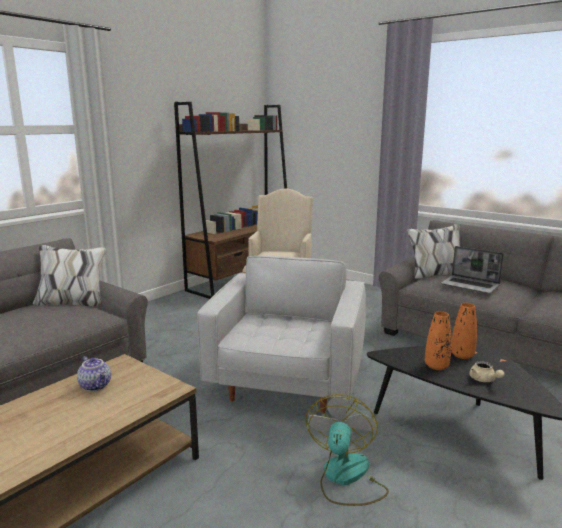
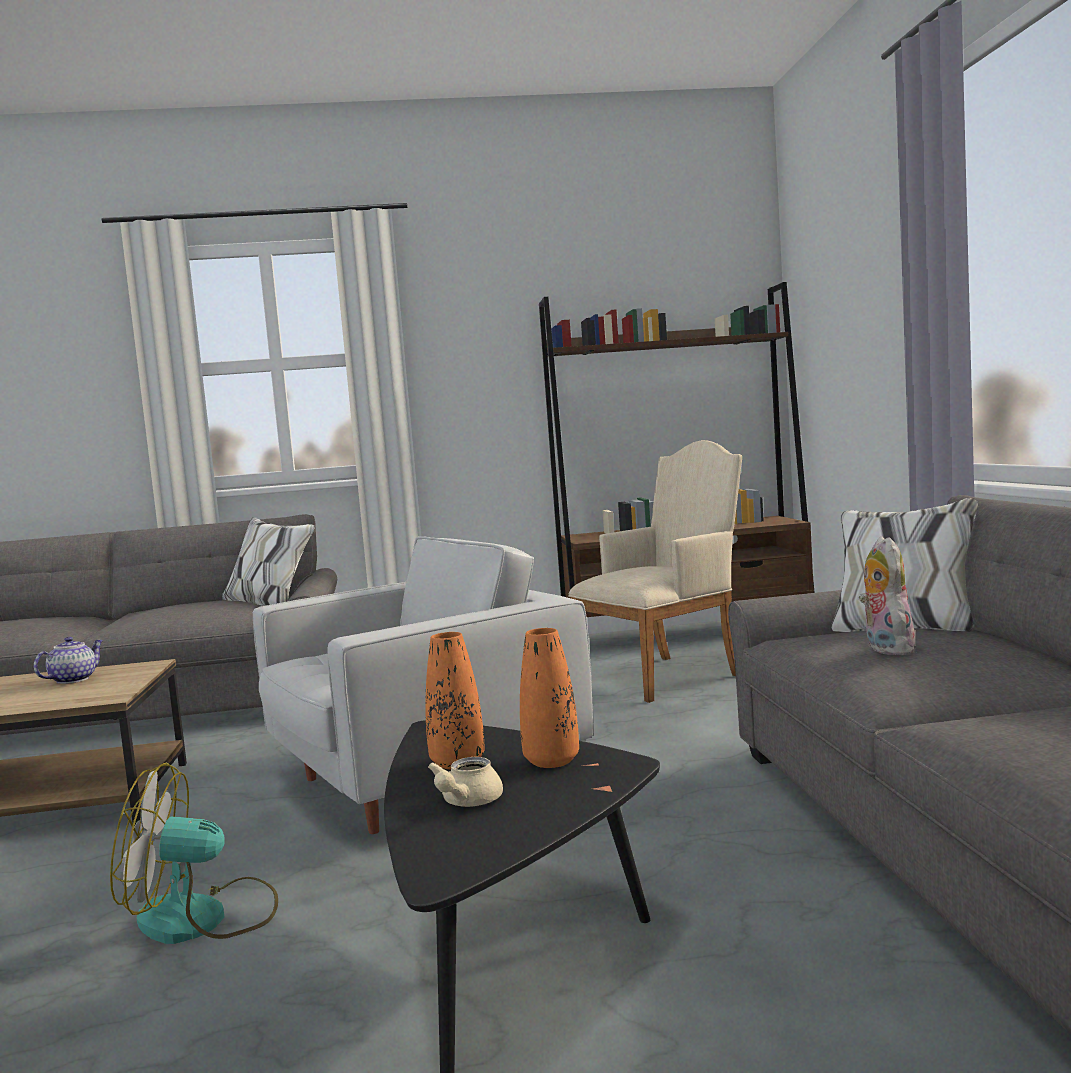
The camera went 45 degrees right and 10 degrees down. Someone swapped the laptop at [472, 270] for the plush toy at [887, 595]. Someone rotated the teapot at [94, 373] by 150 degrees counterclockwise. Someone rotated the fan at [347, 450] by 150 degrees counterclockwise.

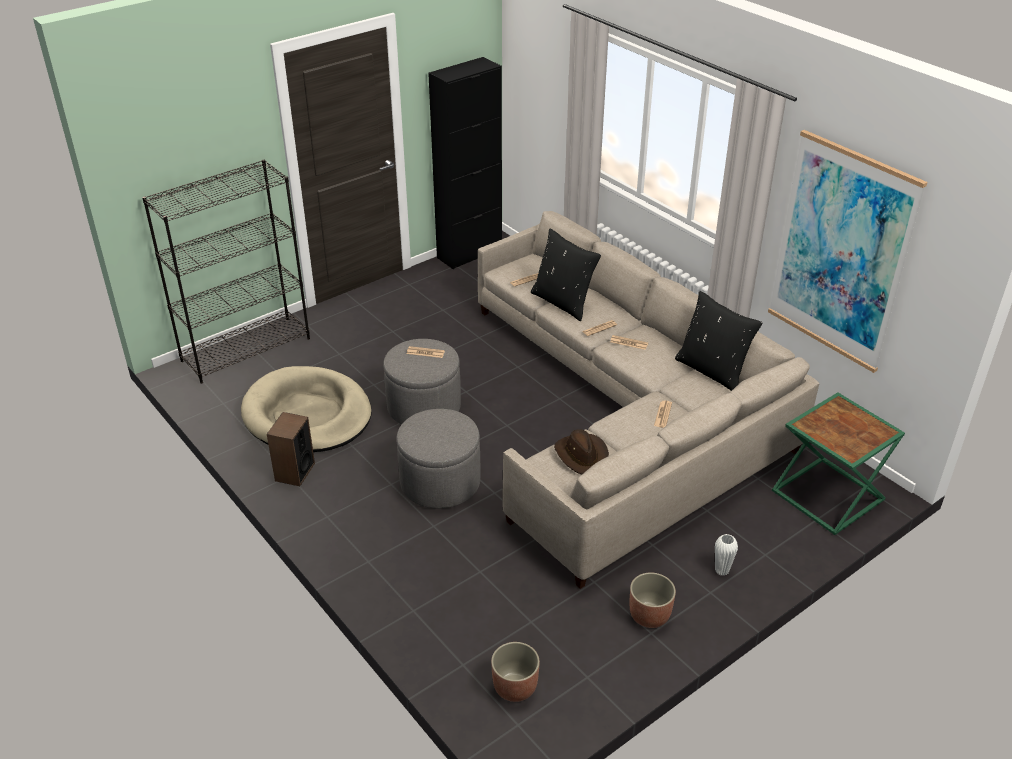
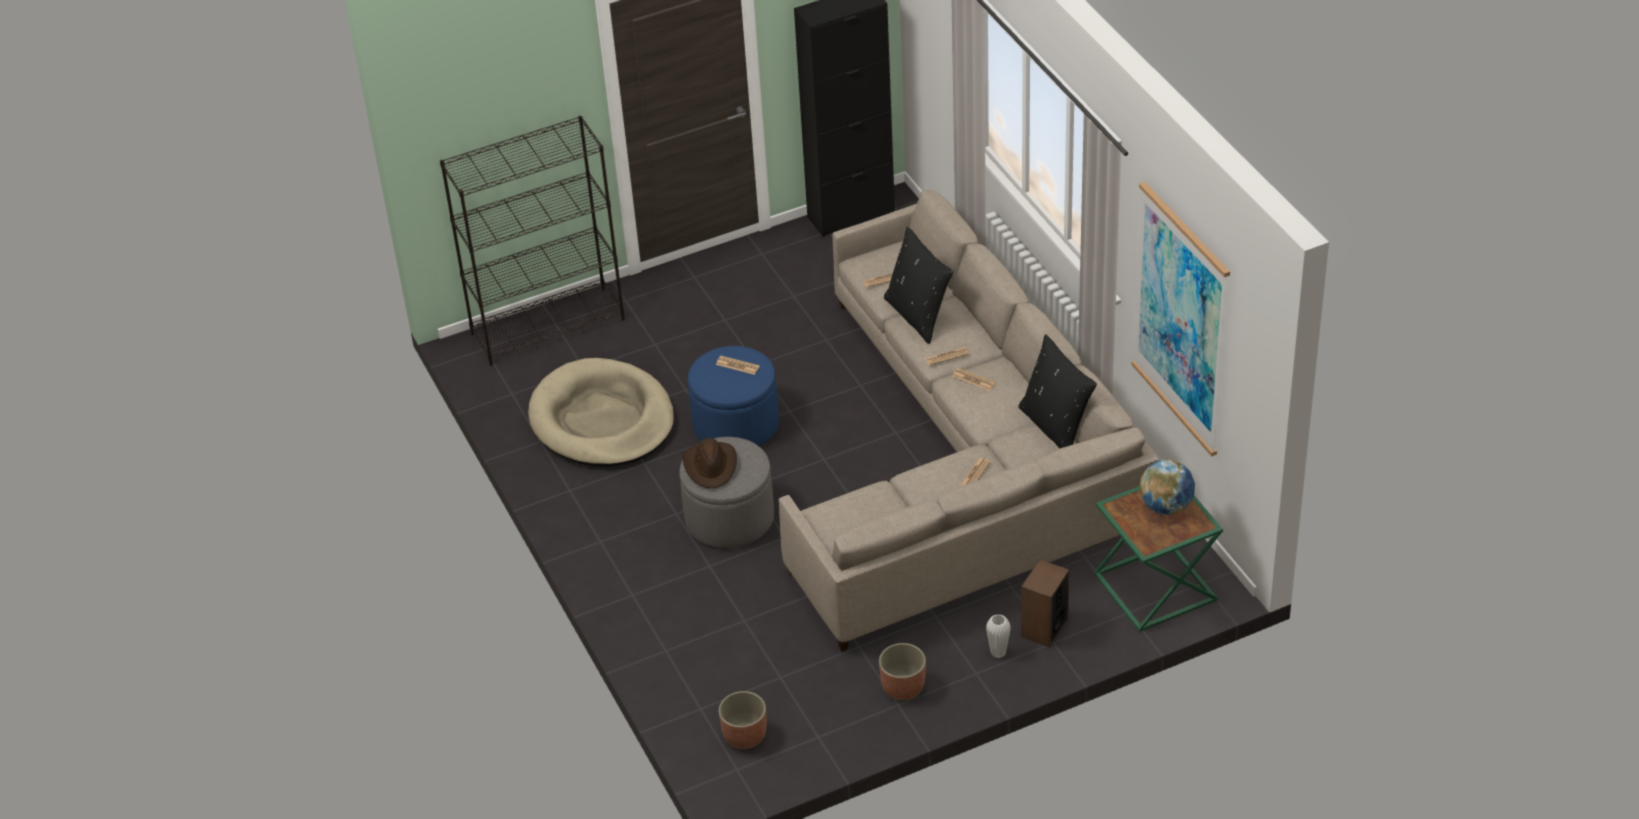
The camera went 15 degrees right and 5 degrees up. Someone put down the desk globe at [1167, 487]. Someone carried the loudspeaker from [291, 449] to [1045, 603]. Someone carried the clothing hat (brownish) from [581, 452] to [710, 463]. Someone repainted the footrest (gray) at [422, 381], which became the footrest (blue-coloured) at [733, 396].

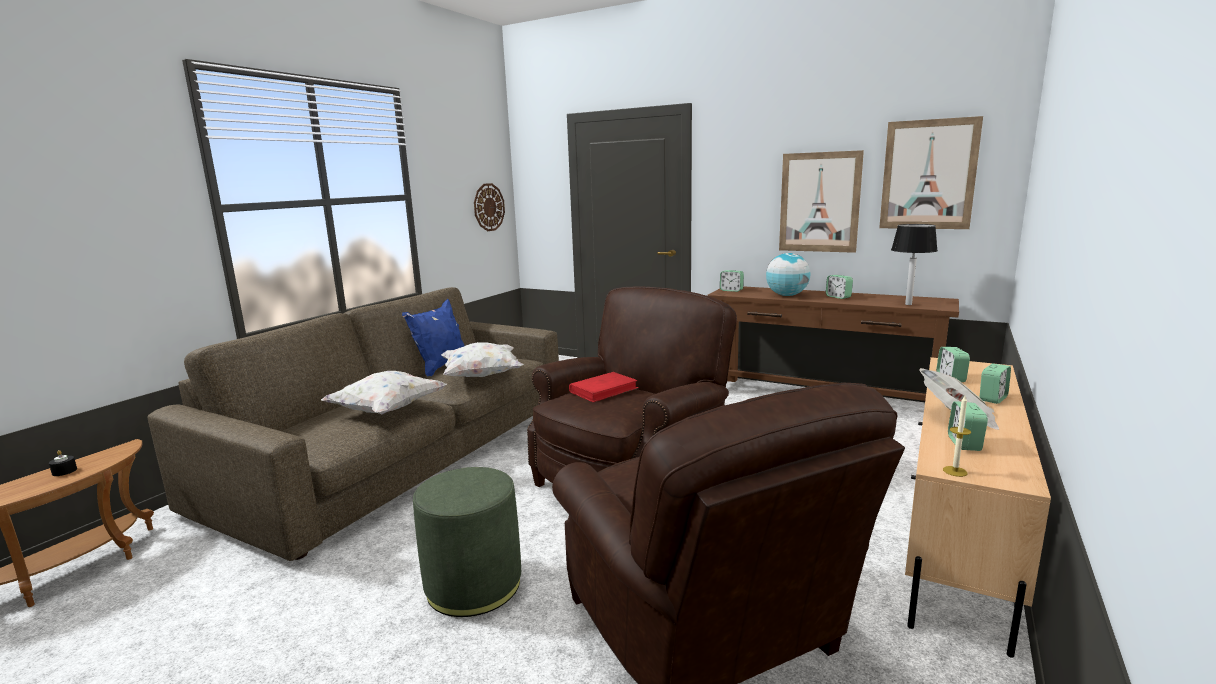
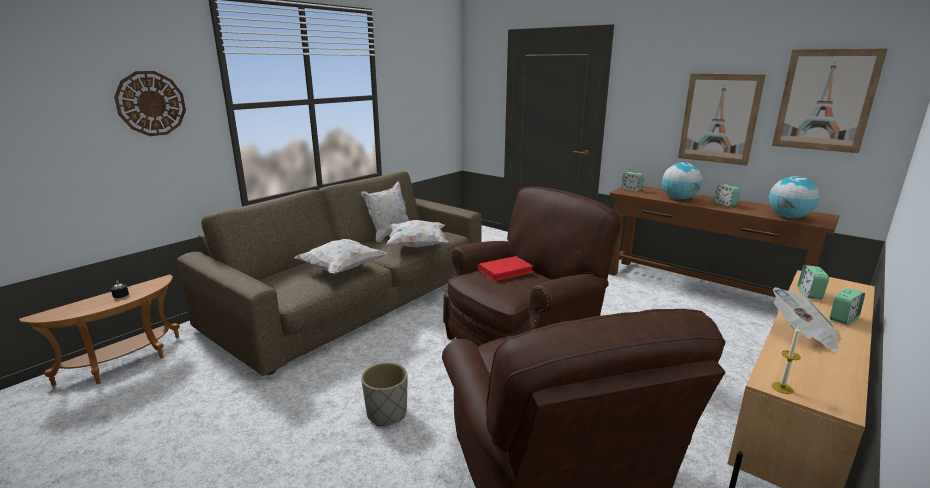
The camera went 10 degrees right and 5 degrees up. Someone took away the bedside clock at [968, 426]. Someone carried the clock on the wall from [489, 207] to [150, 103]. Someone swapped the footrest (green) at [467, 542] for the planter (gray) at [384, 394]. Someone swapped the lamp for a table at [914, 264] for the desk globe at [794, 197]. Someone repainted the throw pillow (blue-coloured) at [433, 338], which became the throw pillow (whitish) at [385, 211].

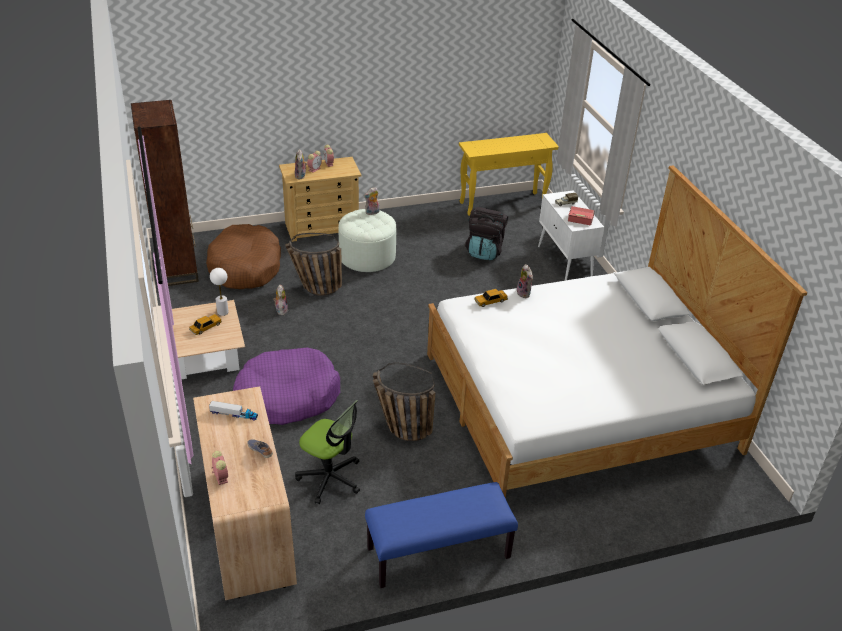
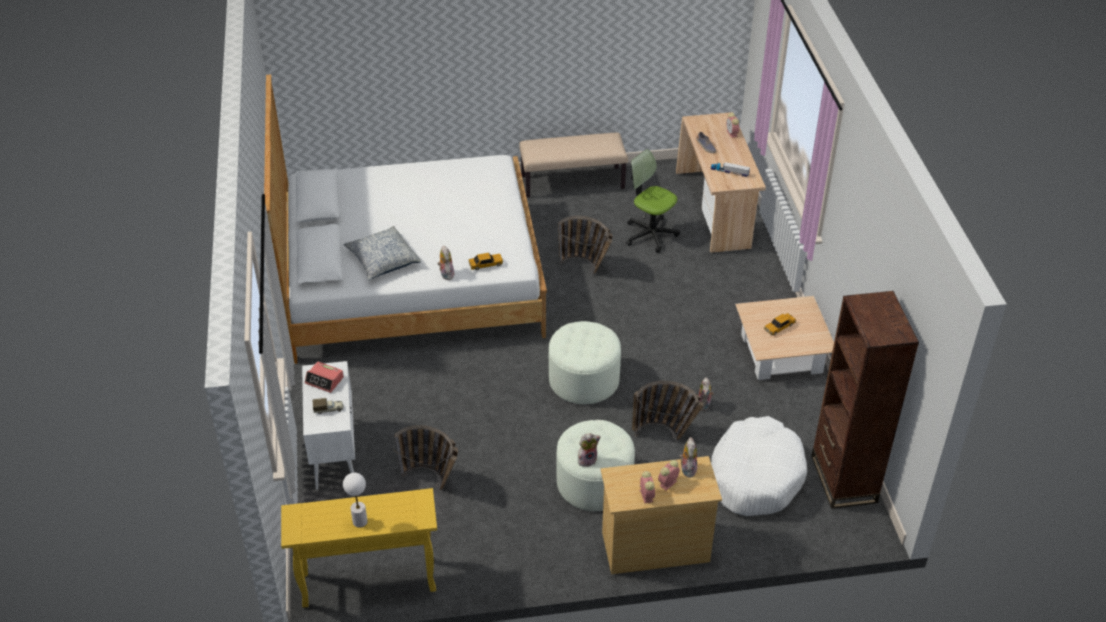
The camera went 170 degrees left and 5 degrees up. Someone took away the pet bed (purplish) at [286, 386]. Someone put down the throw pillow at [382, 253]. Someone put down the footrest (whitish) at [585, 362]. Someone carried the lamp for a table (whitish) from [219, 292] to [355, 500]. Someone swapped the knapsack (black) at [486, 233] for the storage basket at [425, 458]. Someone repainted the pet bed (brownish) at [243, 256], which became the pet bed (whitish) at [759, 466]. Someone repainted the long seat (blue-coloured) at [441, 535], which became the long seat (beige) at [573, 165].

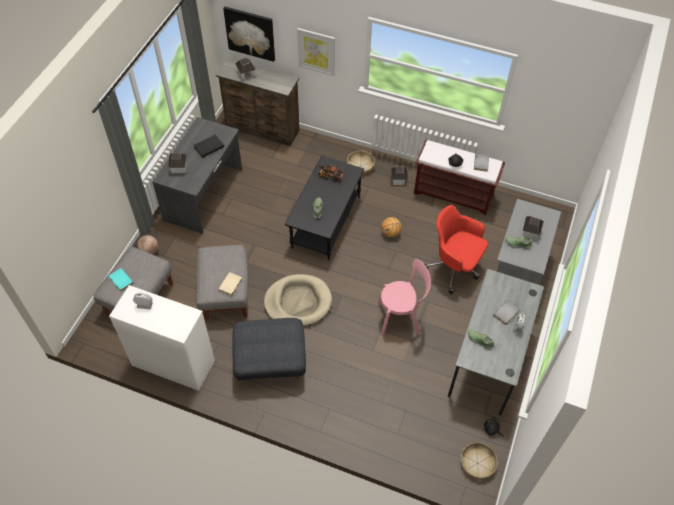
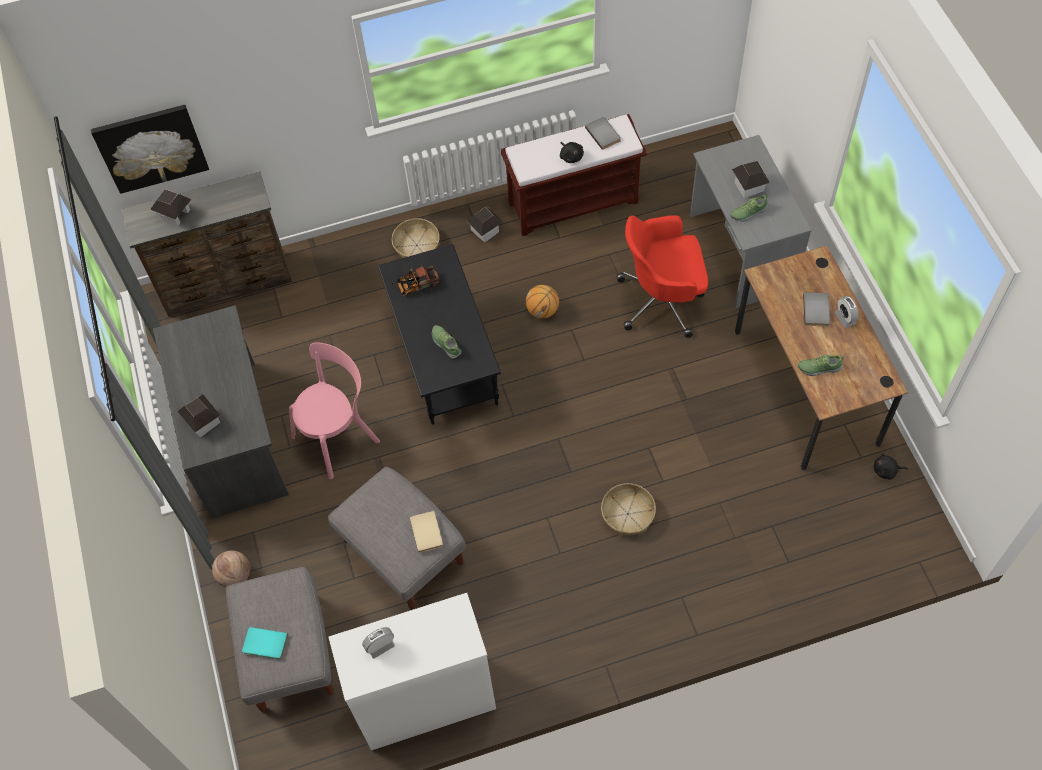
The camera went 35 degrees left and 5 degrees up. Someone took away the book (black) at [209, 146]. Someone took away the footrest (gray) at [269, 350]. Someone took away the pet bed (beige) at [298, 300]. Someone took away the wall picture at [316, 52]. Someone carried the plain chair (pink) from [404, 297] to [334, 411]. Someone carried the storage basket from [479, 461] to [628, 509]. Someone repainted the desk (gray) at [496, 342], which became the desk (brownish) at [821, 358].

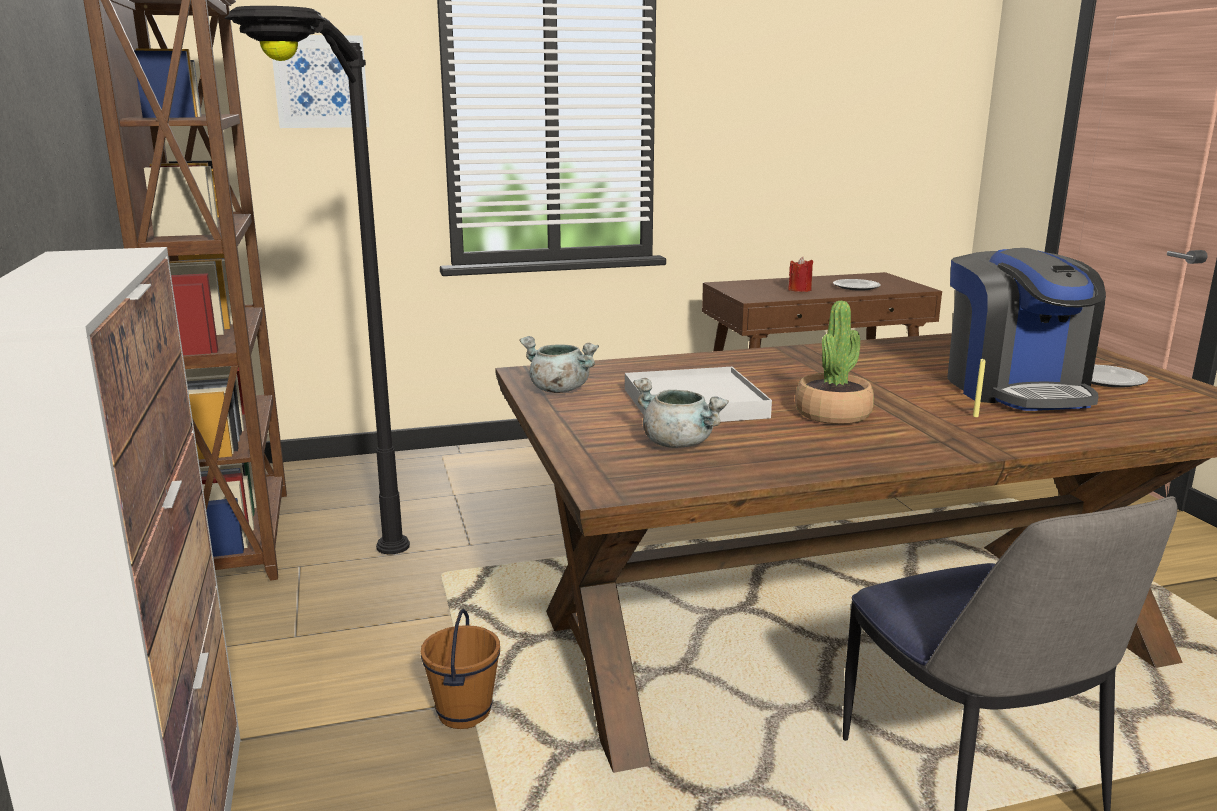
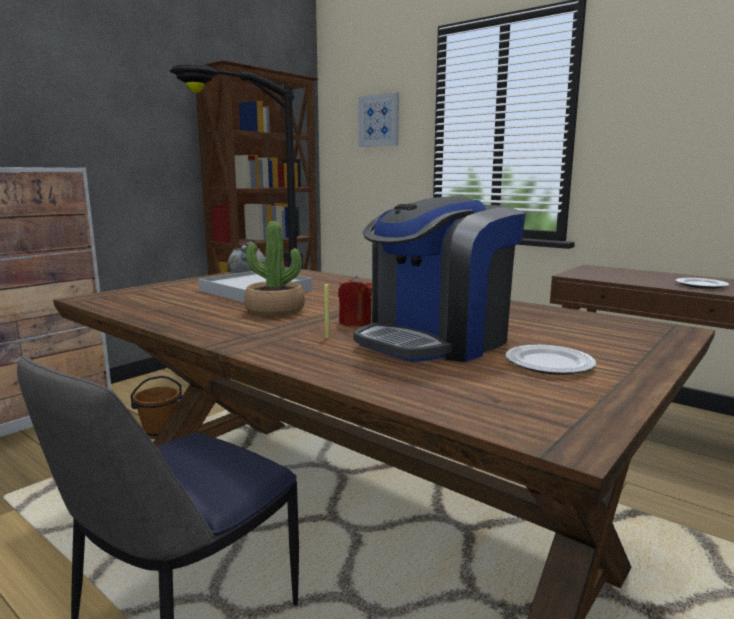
The camera went 55 degrees right and 5 degrees down. Someone took away the saucepot (gray) at [681, 413]. Someone carried the wax light (red-coloured) from [800, 274] to [355, 301].

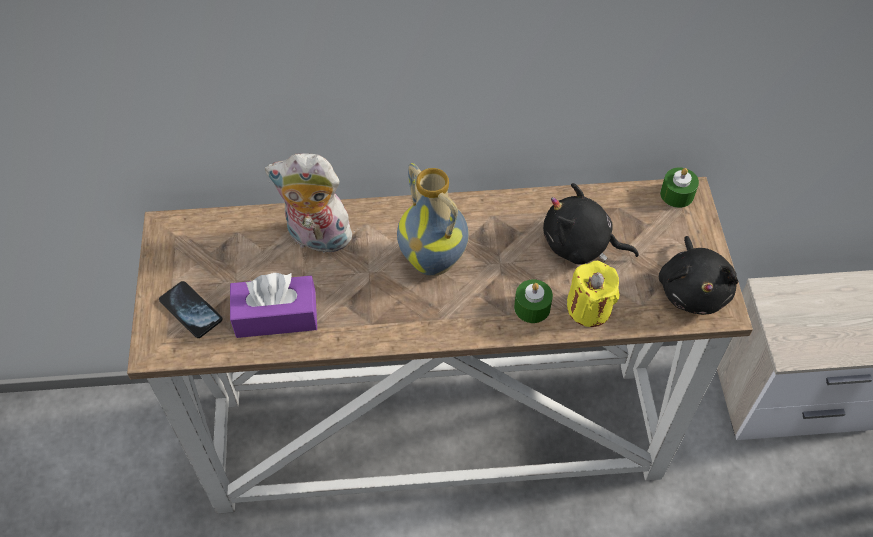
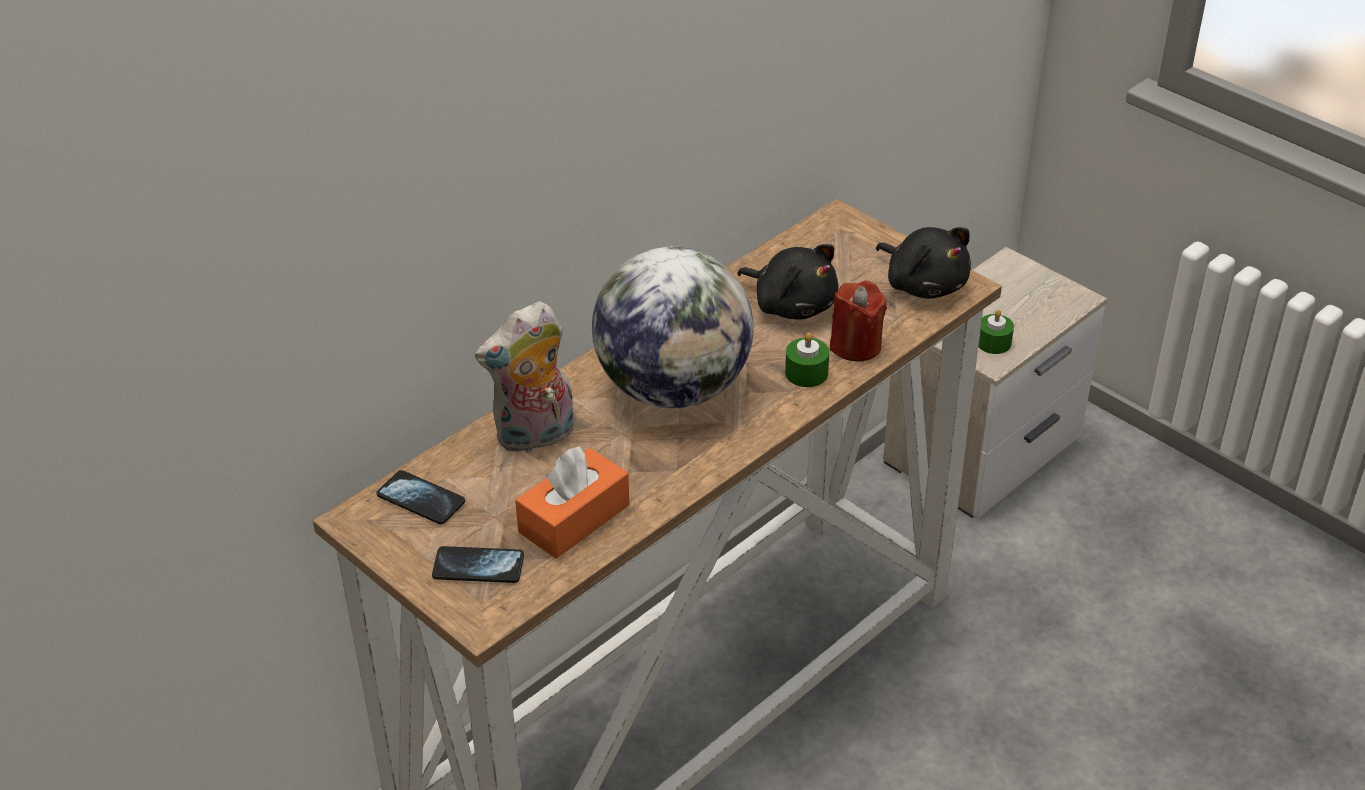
The camera went 40 degrees left and 15 degrees down. Someone put down the telephone at [420, 497]. Someone carried the wax light (green) from [679, 187] to [996, 332]. Someone swapped the flower vase at [433, 219] for the desk globe at [673, 327]. Someone repainted the tissue holder (purplish) at [273, 305], which became the tissue holder (orange) at [572, 502]. Someone repainted the wax light (yellow) at [593, 294], which became the wax light (red-coloured) at [858, 321]. Someone rotated the plush toy (black) at [591, 223] by 120 degrees counterclockwise.

